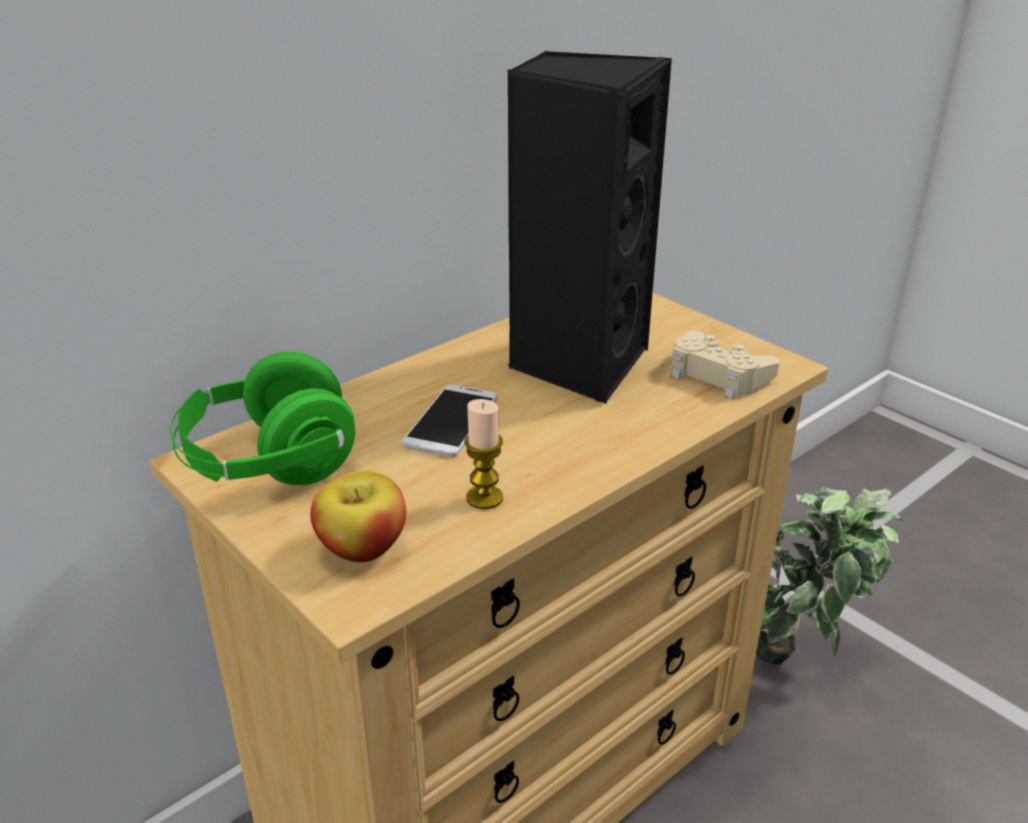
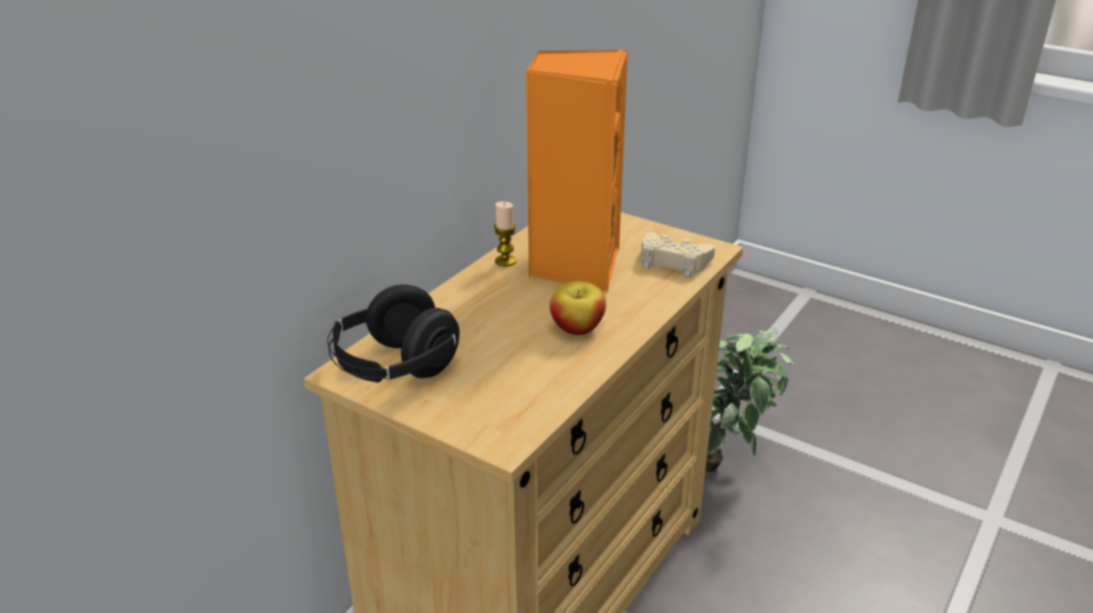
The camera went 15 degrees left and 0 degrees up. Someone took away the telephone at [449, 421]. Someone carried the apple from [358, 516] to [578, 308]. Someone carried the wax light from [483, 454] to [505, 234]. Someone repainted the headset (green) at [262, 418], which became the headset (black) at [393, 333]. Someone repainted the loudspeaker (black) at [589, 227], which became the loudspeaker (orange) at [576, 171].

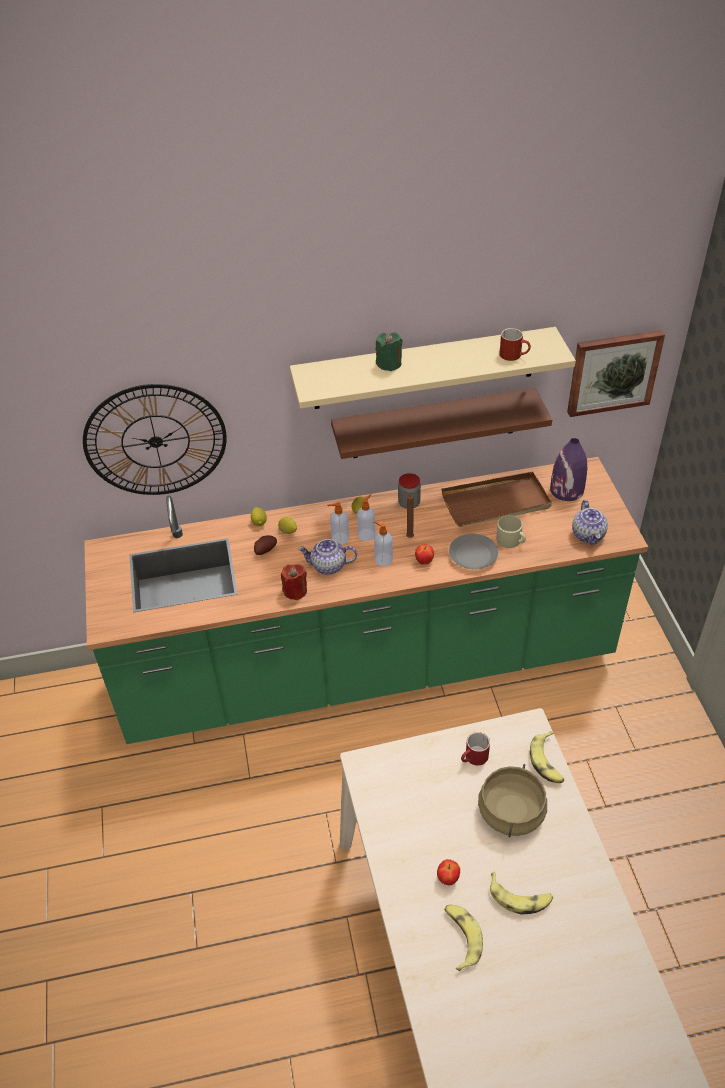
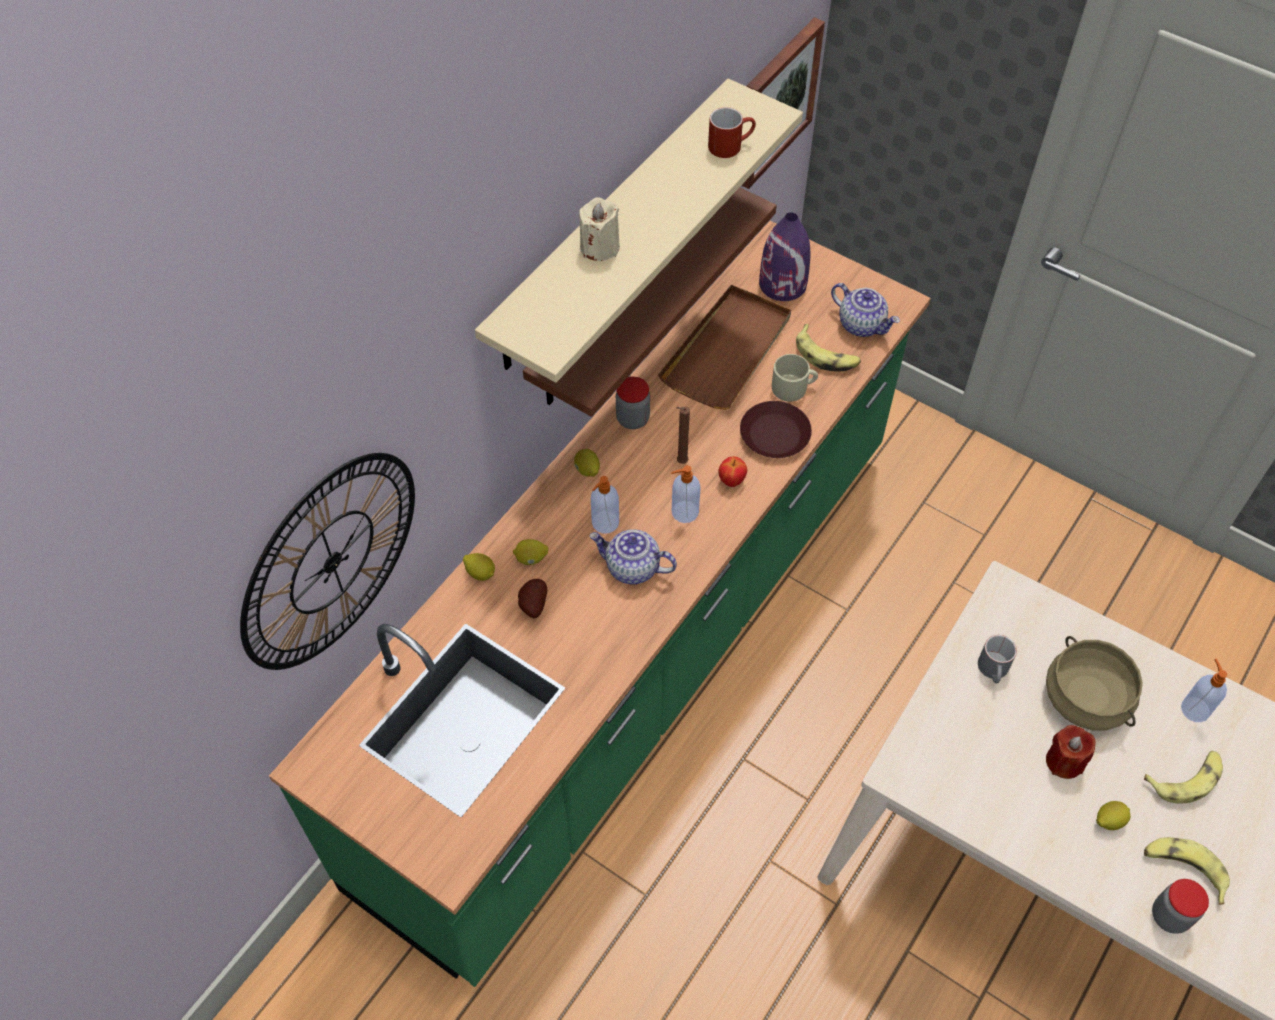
The camera went 45 degrees left and 10 degrees up. Someone put down the jar at [1180, 906]. Someone carried the wax light (red-coloured) from [294, 582] to [1071, 752]. Someone carried the liquid soap bottle from [366, 517] to [1204, 690]. Someone carried the whole banana from [547, 757] to [828, 348]. Someone swapped the apple at [448, 872] for the citrus fruit at [1113, 815]. Someone repainted the wax light (green) at [389, 351], which became the wax light (beige) at [599, 229]. Someone repainted the flat dish (gray) at [473, 551], which became the flat dish (brownish) at [776, 429]. Someone repainted the mug (red-coloured) at [475, 749], which became the mug (gray) at [997, 659]. Someone rotated the teapot at [327, 557] by 60 degrees clockwise.

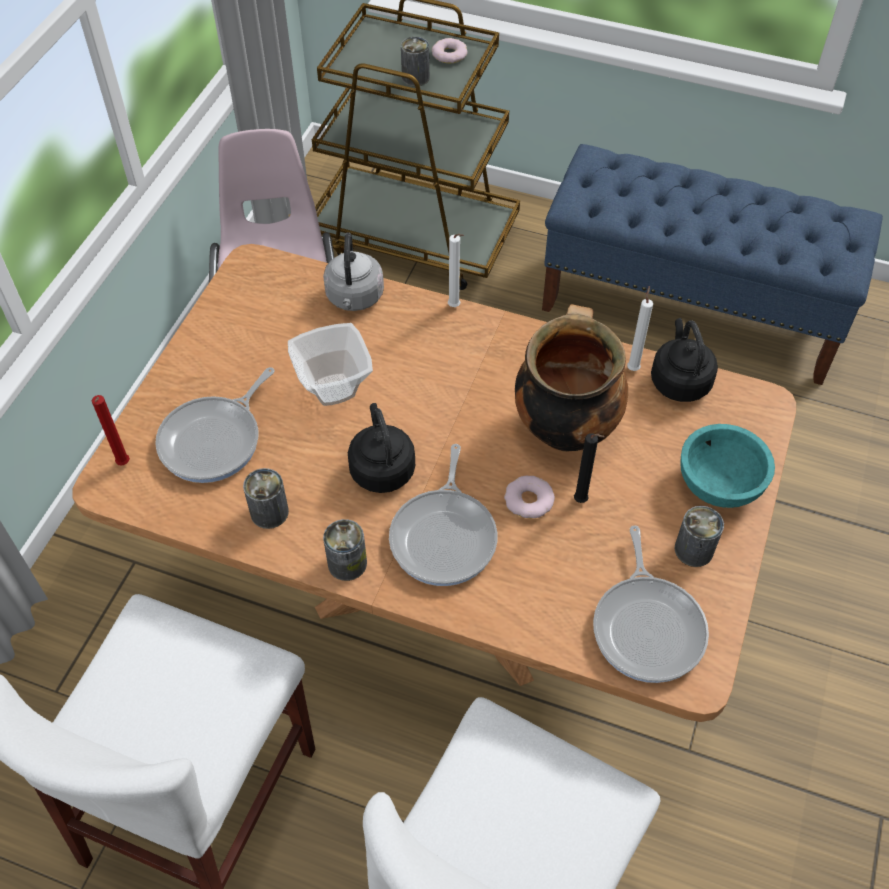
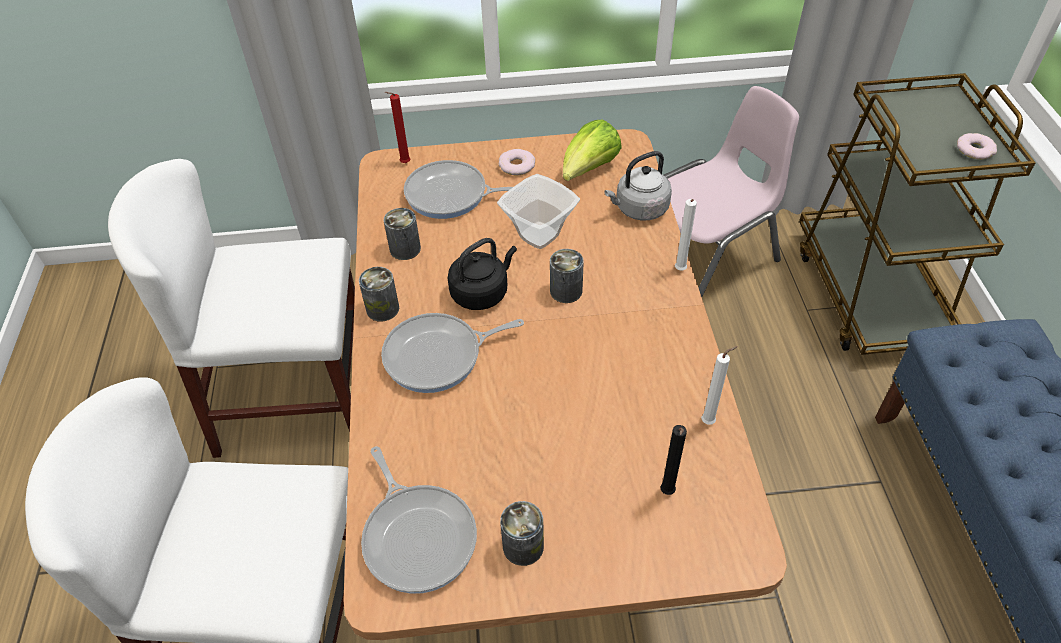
The camera went 65 degrees right and 5 degrees down. Someone took away the saucepot at [571, 378]. Someone took away the tea kettle (black) at [684, 360]. Someone took away the deep dish (turquoise-coloured) at [727, 466]. Someone put down the head of lettuce at [592, 150]. Someone carried the sealed can from [415, 61] to [567, 276]. Someone carried the donut from [529, 497] to [517, 162]. Someone carried the wax light (black) from [589, 468] to [673, 460]. Someone rotated the frying pan at [651, 604] by 90 degrees counterclockwise.

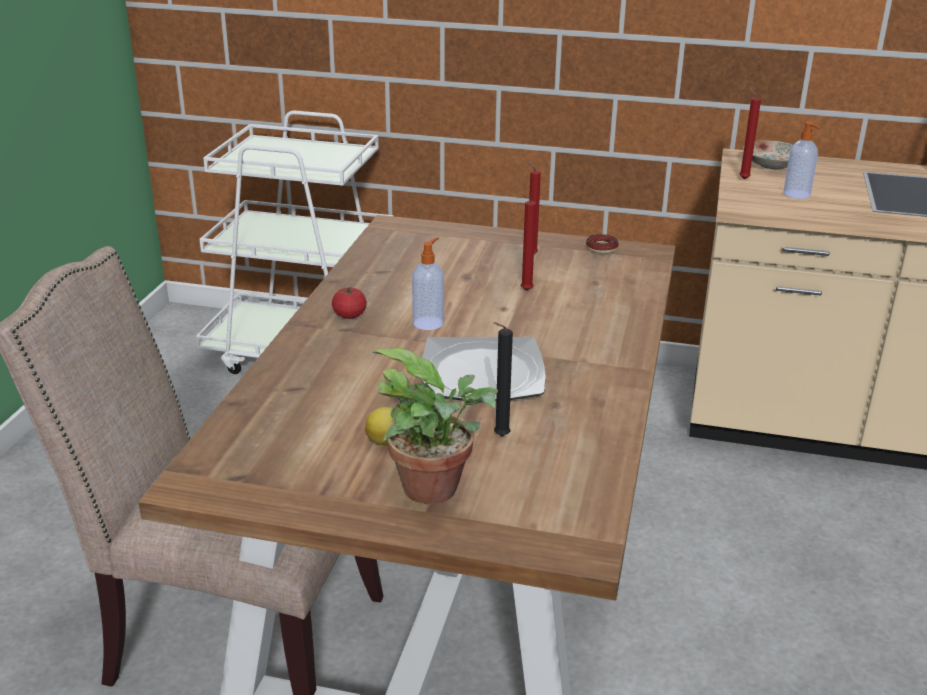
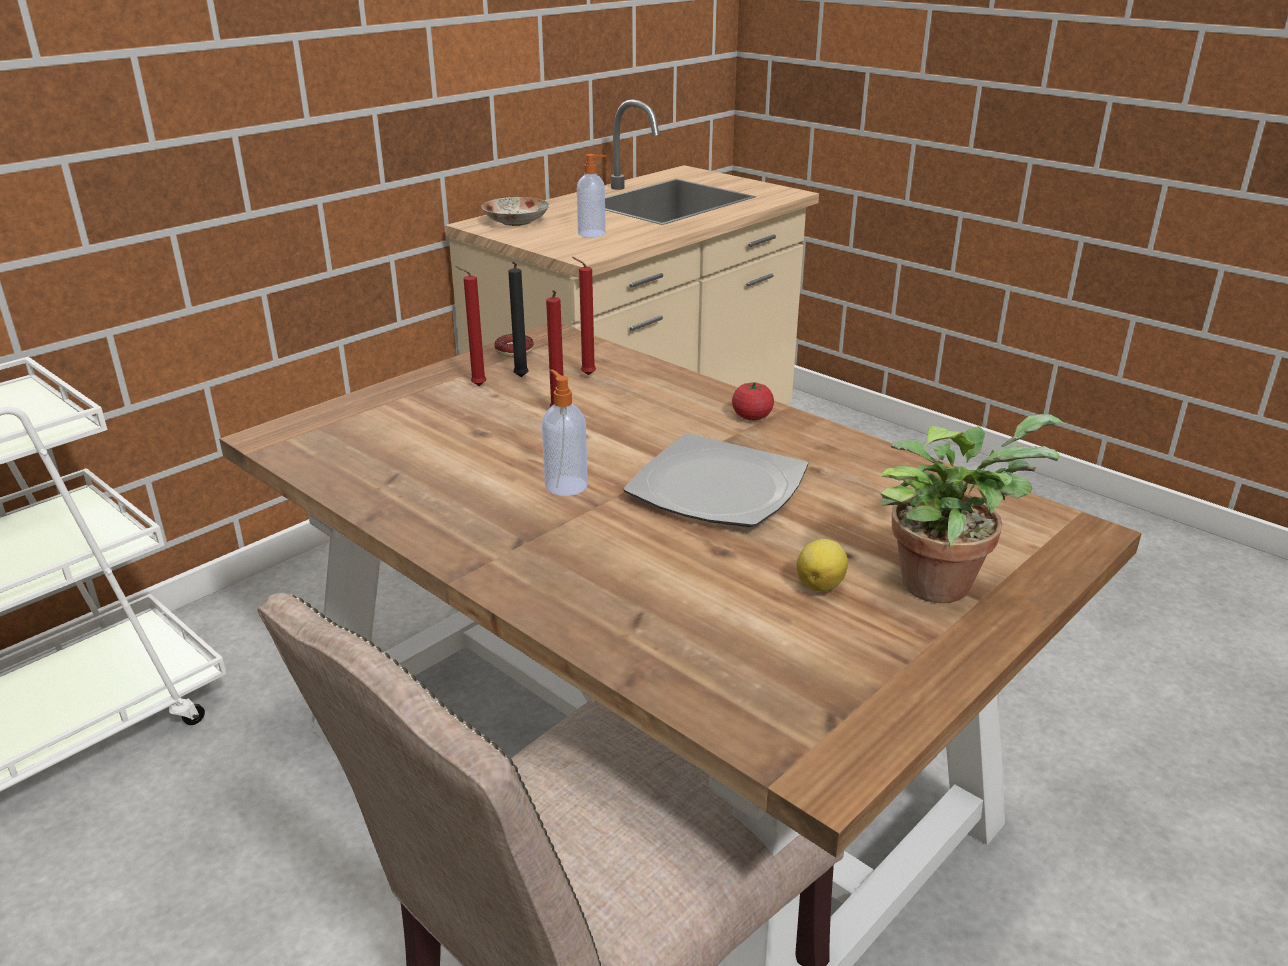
The camera went 60 degrees left and 0 degrees up. Someone carried the whole tomato from [349, 303] to [753, 401]. Someone carried the wax light (black) from [503, 379] to [518, 319]. Someone carried the wax light (red-coloured) from [750, 134] to [584, 316].

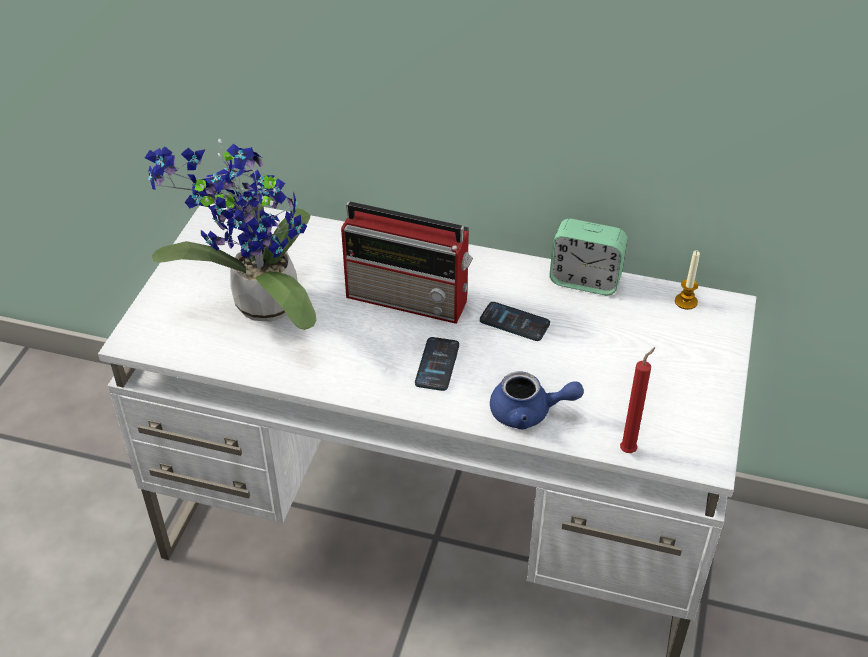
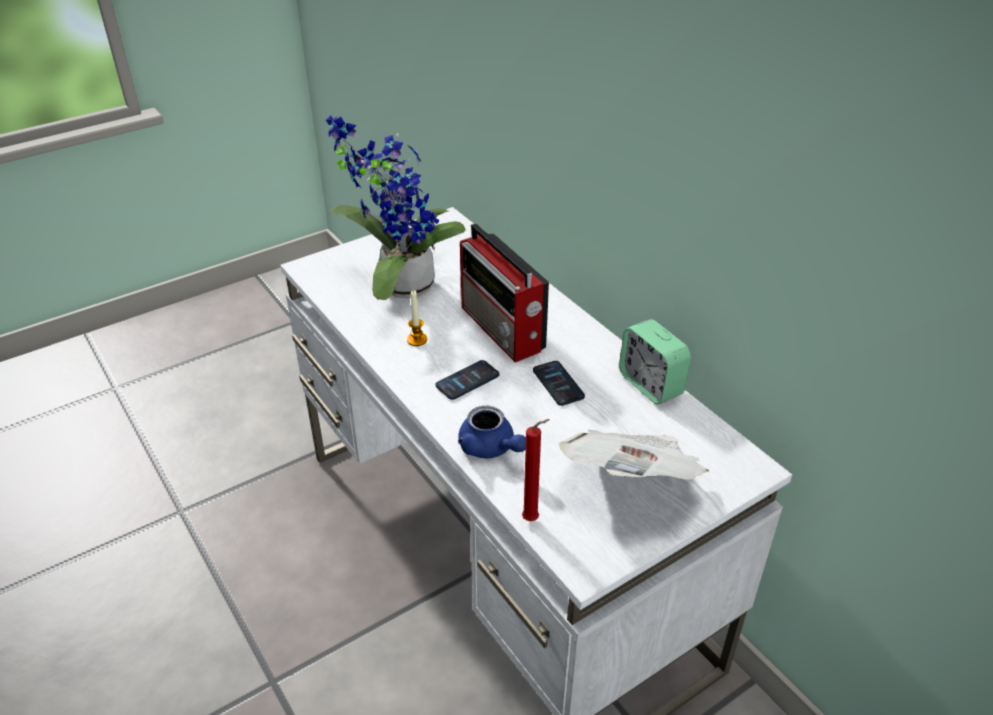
The camera went 40 degrees right and 5 degrees down. Someone put down the printed paper at [634, 455]. Someone carried the wax light from [687, 280] to [417, 318].

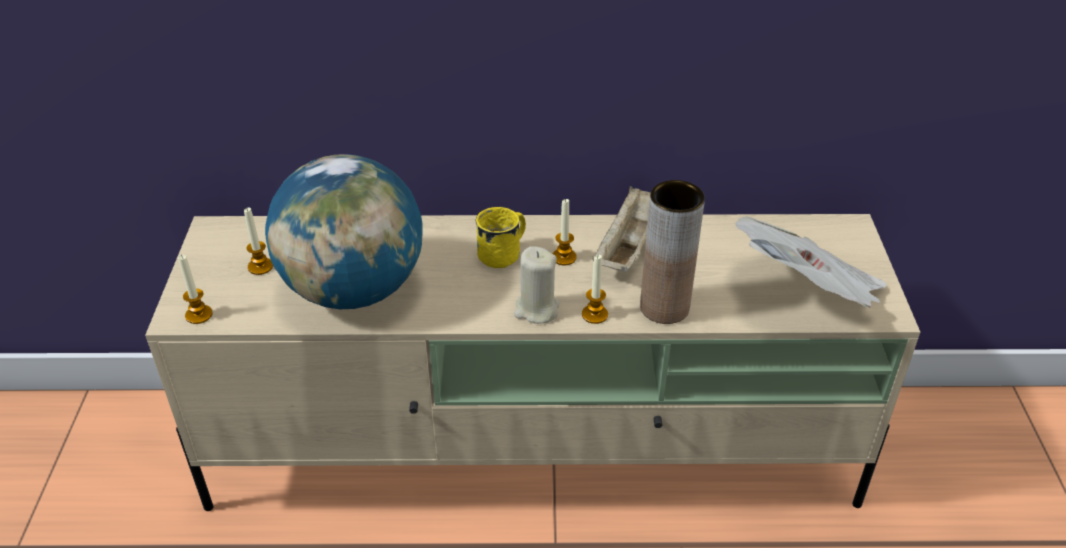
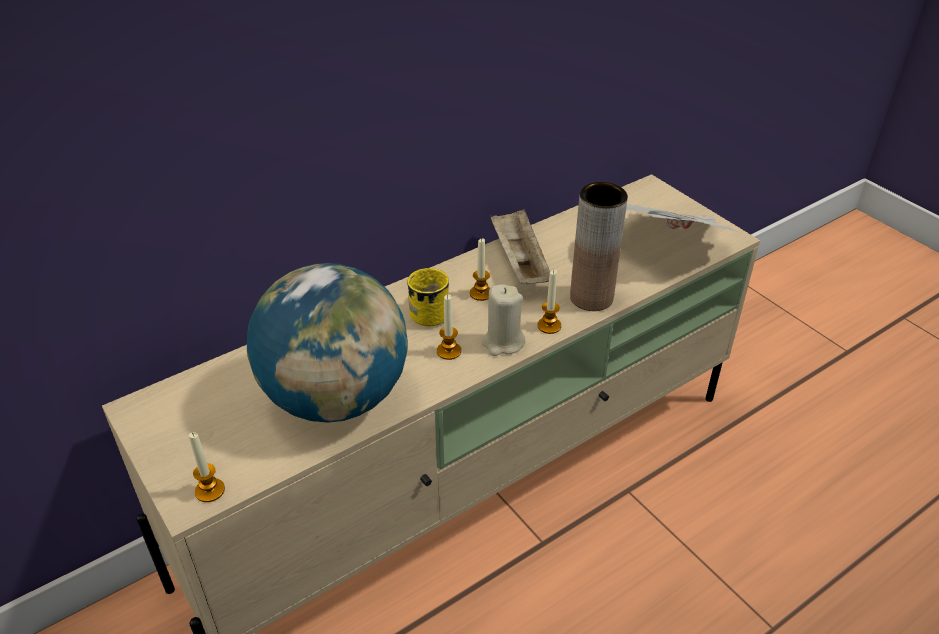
The camera went 35 degrees left and 0 degrees up. Someone carried the wax light from [258, 241] to [449, 327].

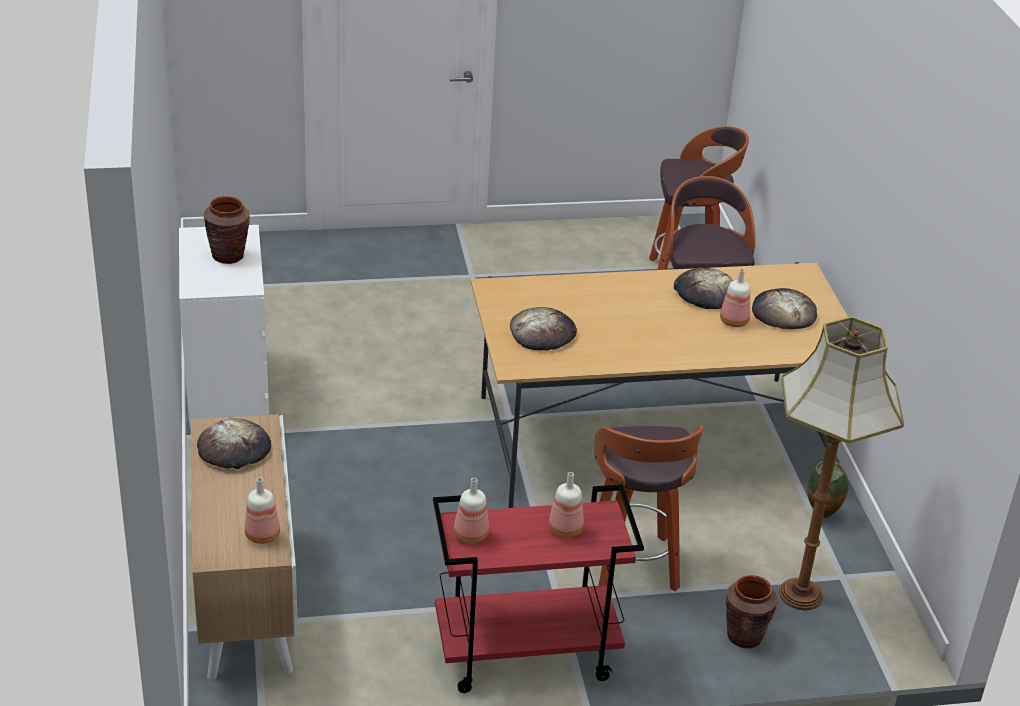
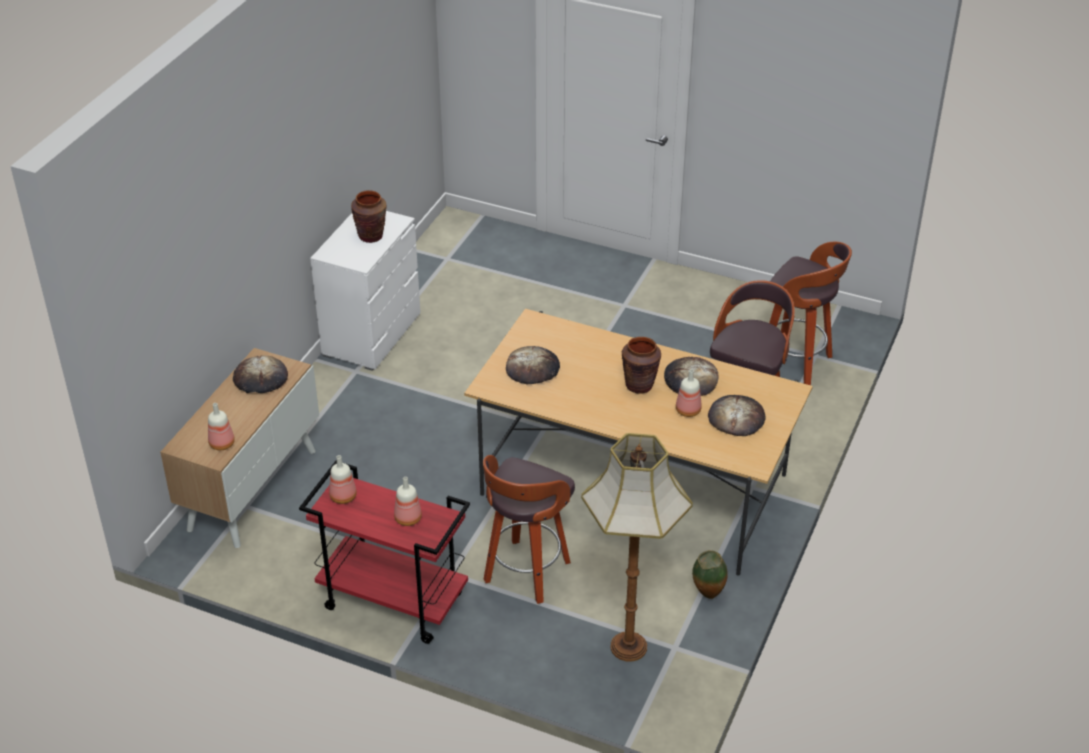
The camera went 35 degrees right and 5 degrees up. Someone carried the flower vase (brownish) from [751, 611] to [641, 365].

